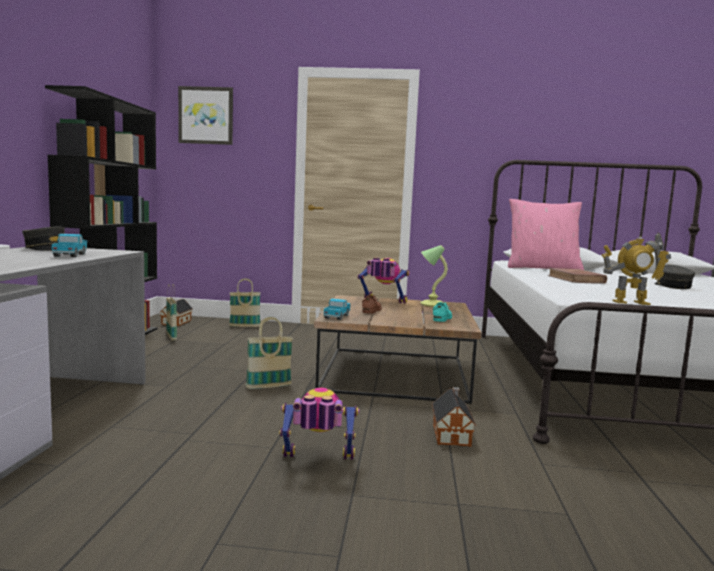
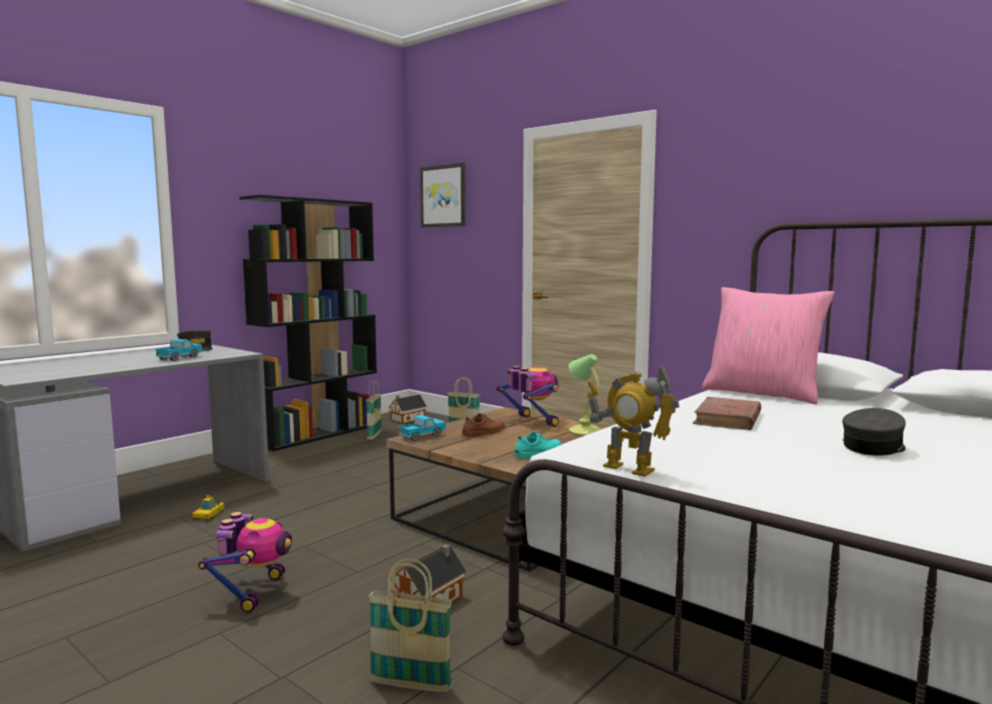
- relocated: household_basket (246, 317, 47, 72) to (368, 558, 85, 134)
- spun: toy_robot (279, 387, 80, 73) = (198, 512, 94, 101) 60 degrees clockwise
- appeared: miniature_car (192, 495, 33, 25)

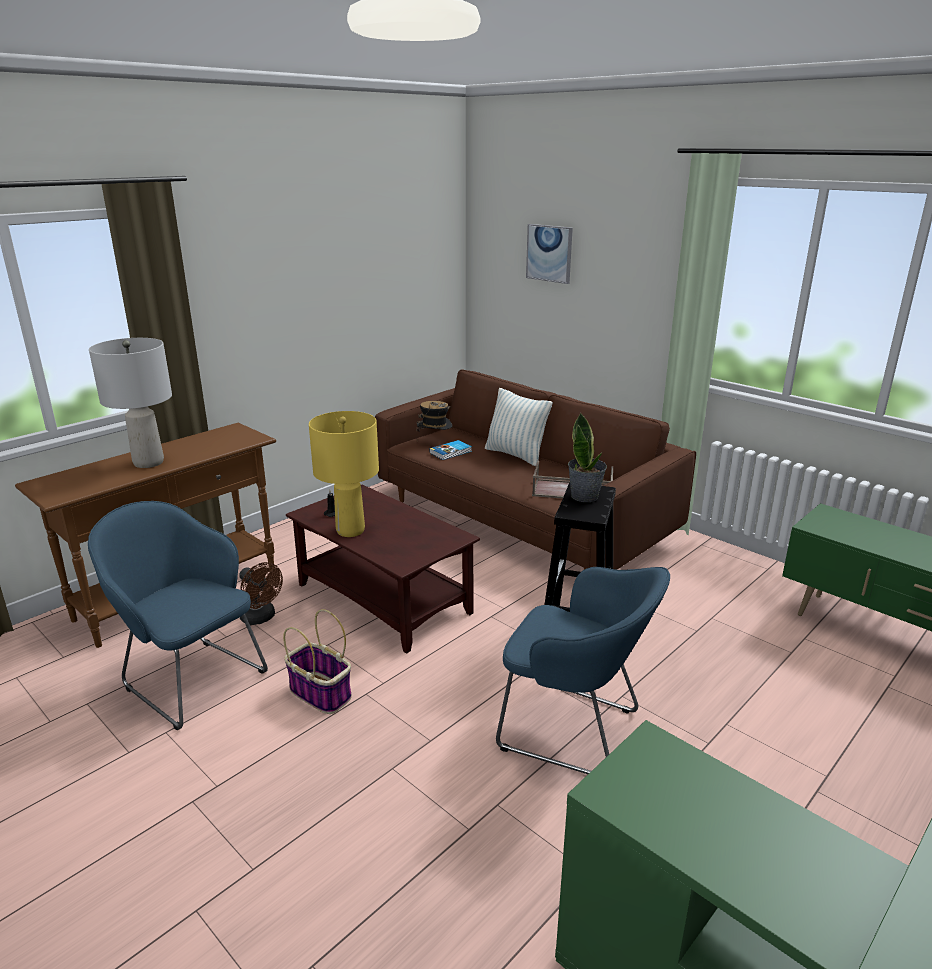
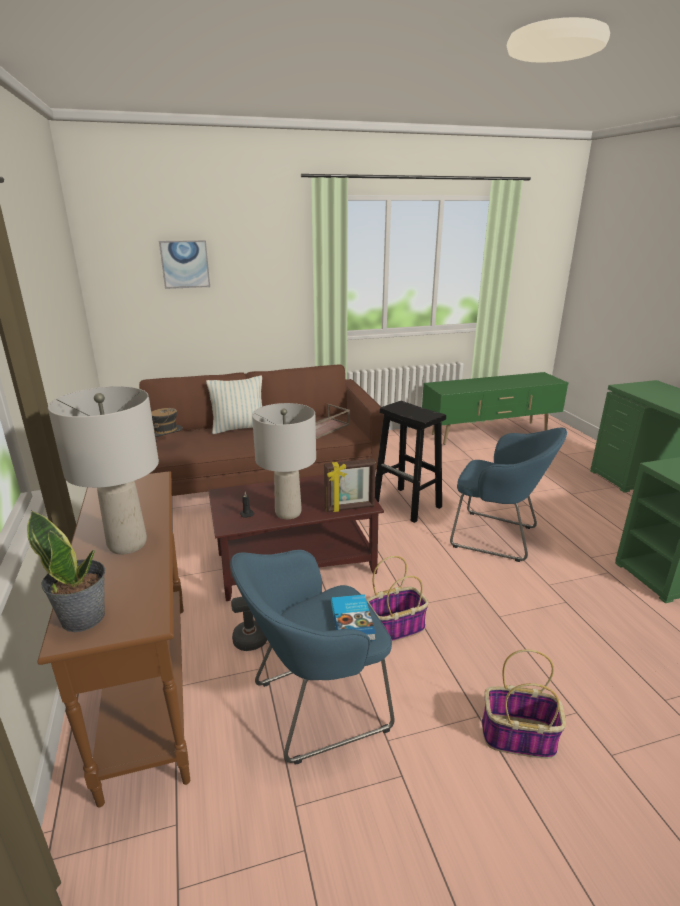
- colour: yellow_tabletop_lamp (309, 411, 70, 126) to grey_tabletop_lamp (252, 403, 64, 116)
- relocated: book (429, 440, 43, 20) to (331, 594, 45, 47)
- spun: blue-coloured_armchair (496, 567, 174, 207) = (450, 428, 117, 134) 60 degrees clockwise
- relocated: potted_plant (568, 413, 39, 89) to (27, 510, 78, 122)
- appeared: standing_frame (324, 458, 52, 54)
- appeared: household_basket (482, 649, 84, 110)

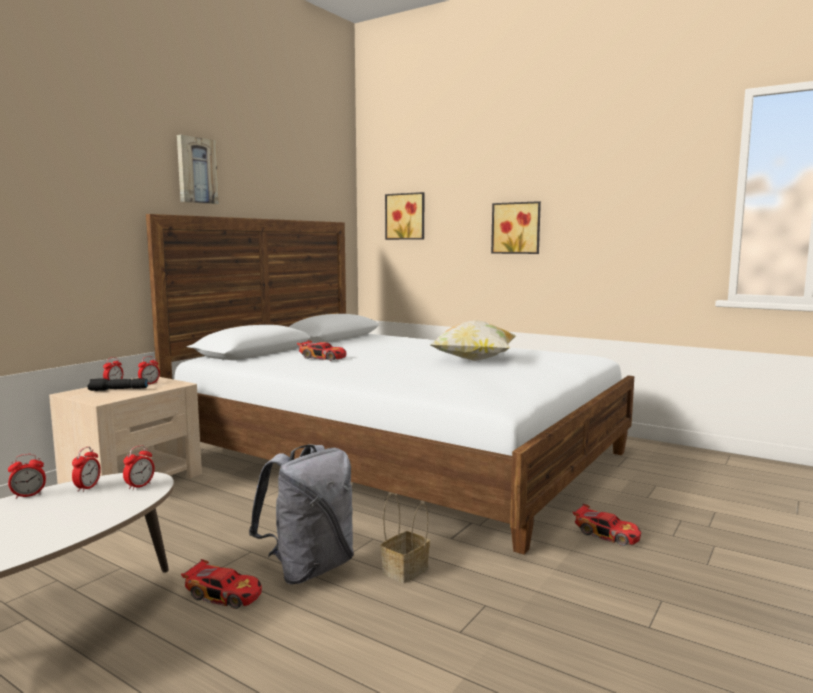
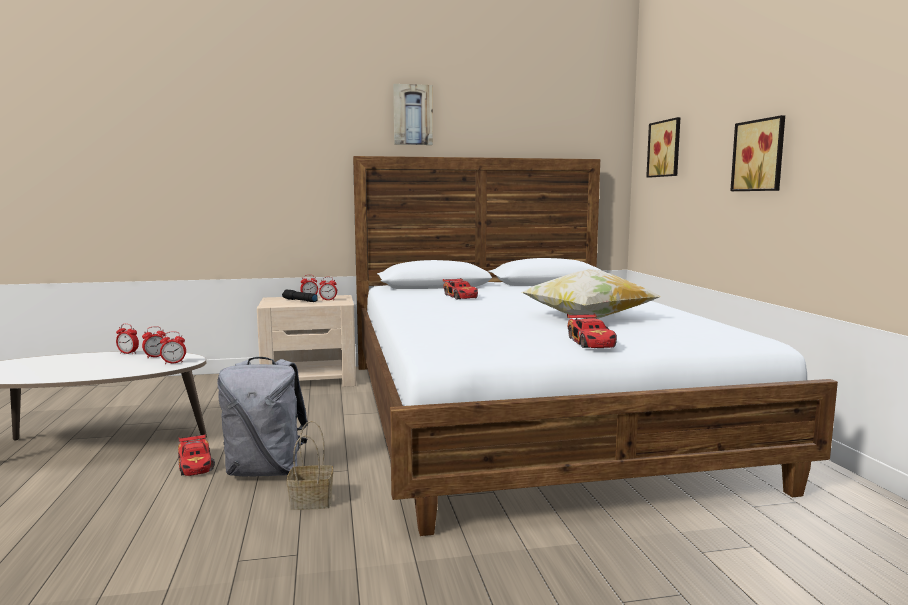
- relocated: miniature_car (572, 504, 69, 42) to (567, 314, 50, 34)

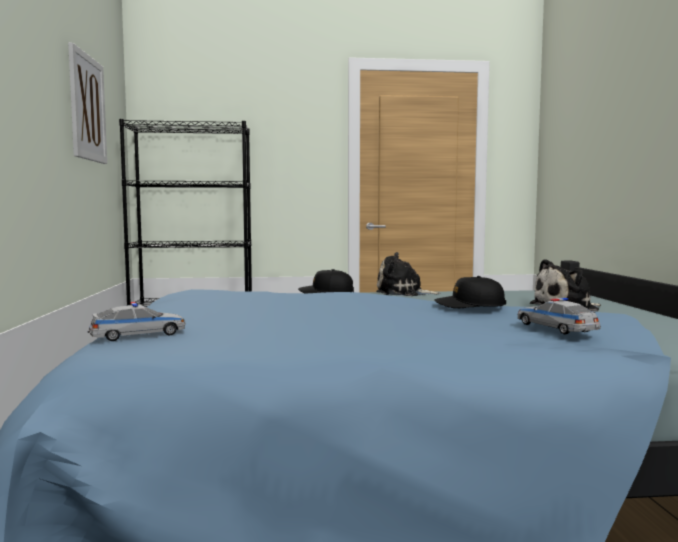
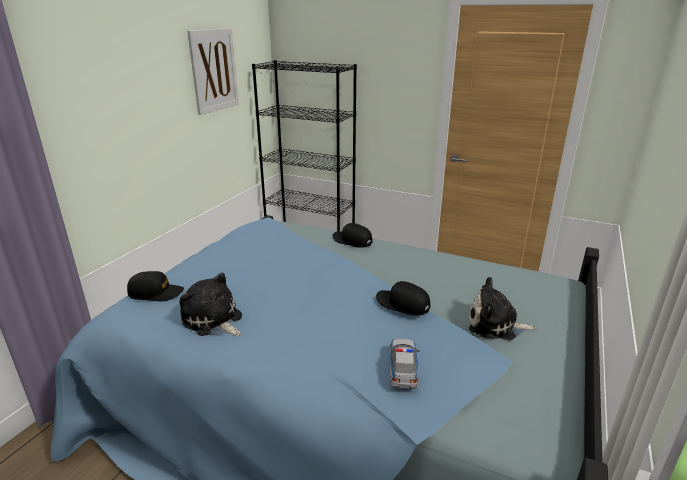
- exchanged: miniature_car (88, 302, 98, 39) to black_cap (127, 271, 57, 30)
- relocated: plush_toy (376, 252, 64, 44) to (180, 273, 62, 63)

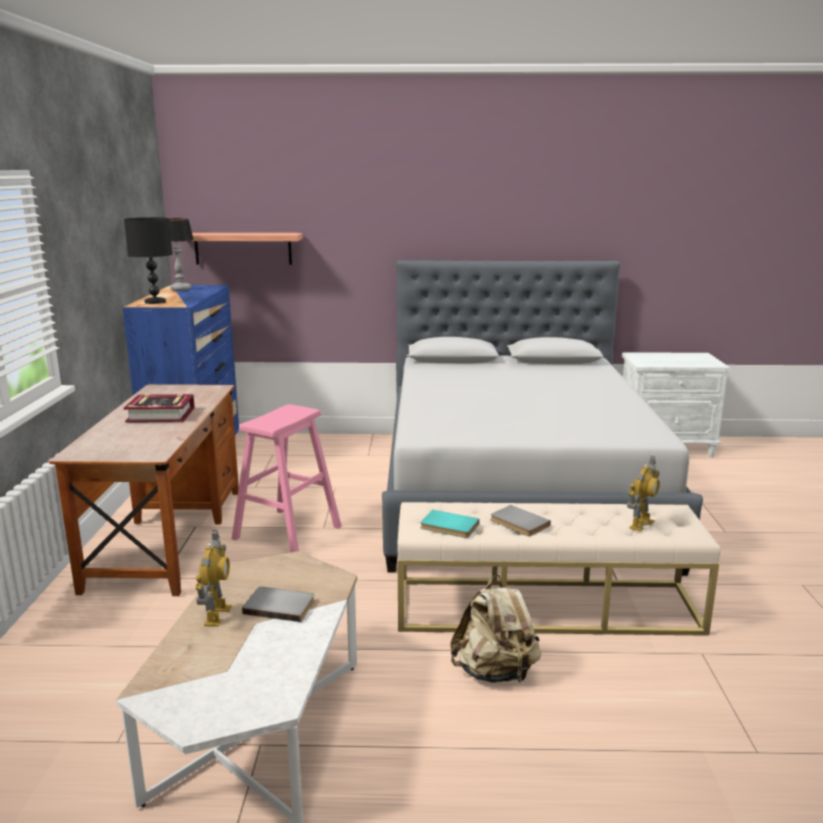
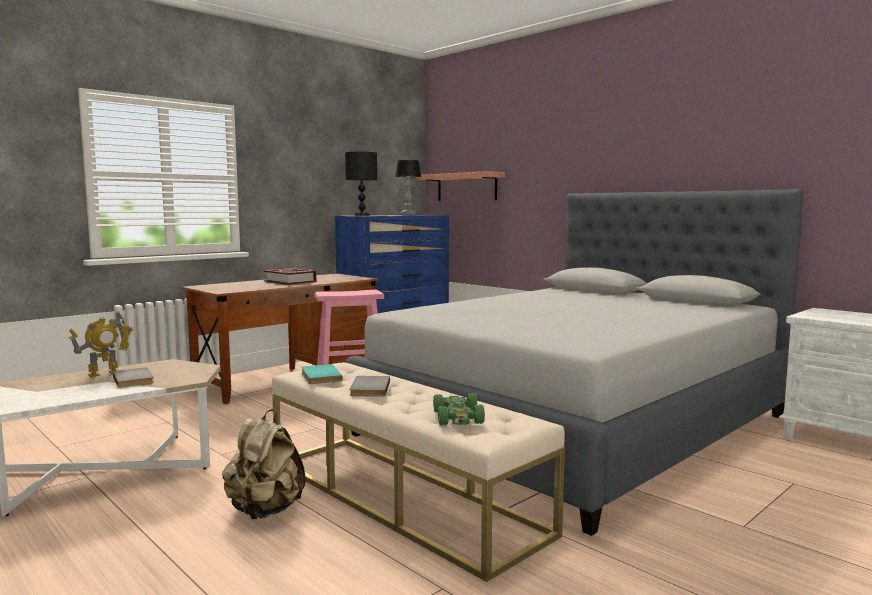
- exchanged: toy_robot (627, 456, 33, 75) to green_miniature_car (433, 393, 52, 32)

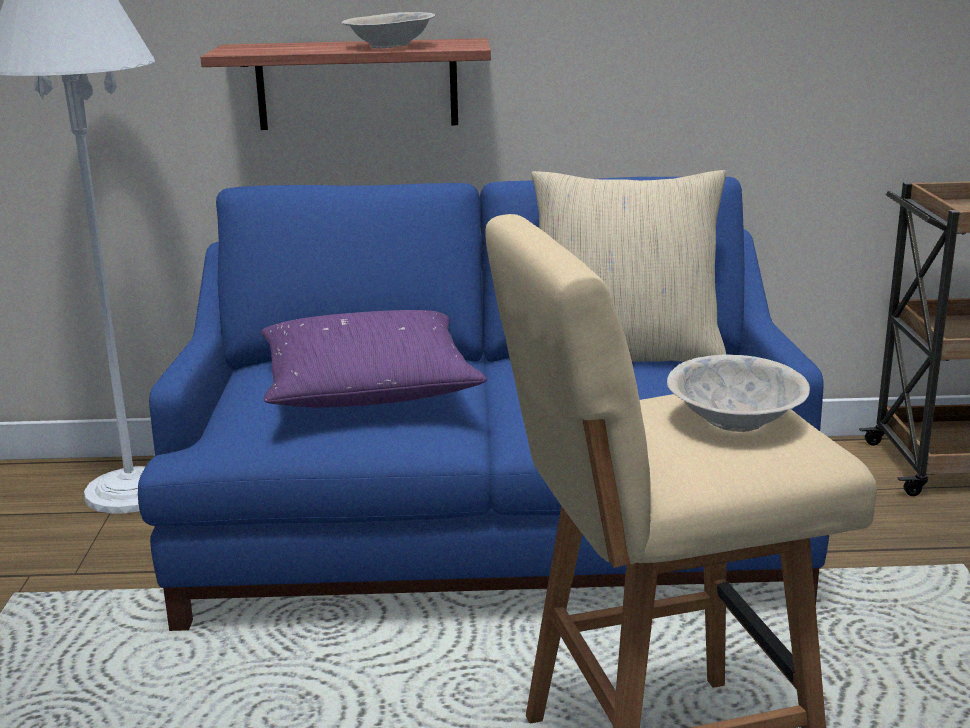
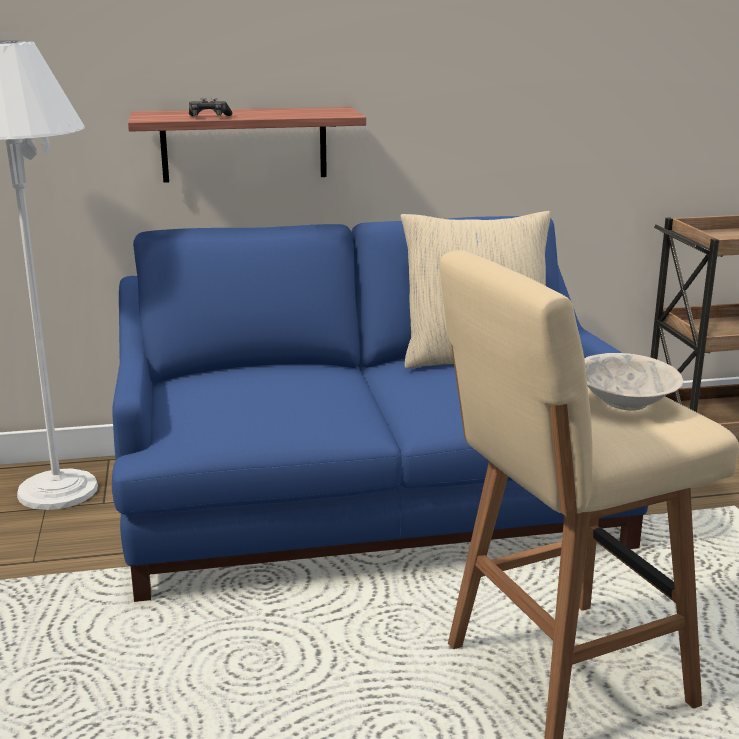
- missing: purple-coloured_throw_pillow (261, 310, 226, 98)
- missing: beige_serving_bowl (342, 12, 93, 37)
- appeared: gamepad (189, 98, 44, 18)

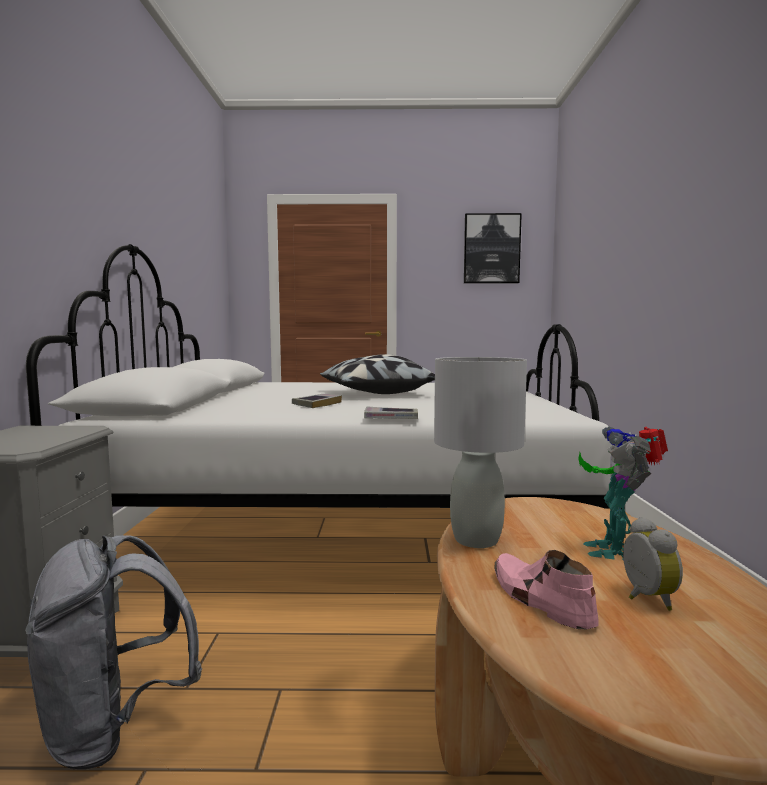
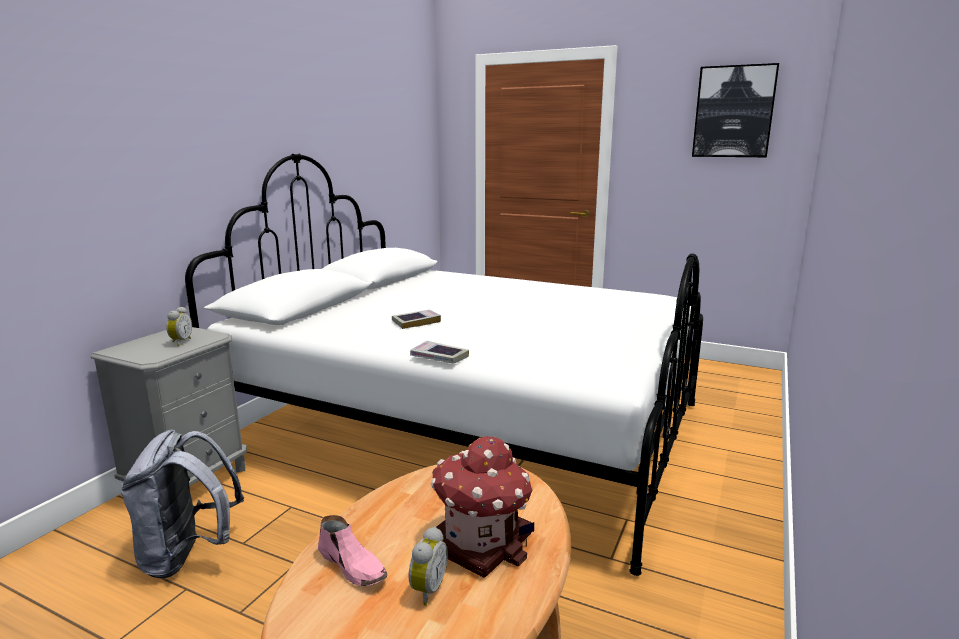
- missing: throw_pillow (320, 354, 115, 40)
- missing: grey_tabletop_lamp (434, 357, 93, 191)
- spun: pink_item_of_footwear (495, 550, 104, 79) = (318, 515, 69, 71) 135 degrees clockwise
- exchanged: toy_robot (578, 427, 90, 133) to model_house (430, 437, 104, 141)
- appeared: alarm_clock (166, 306, 26, 40)

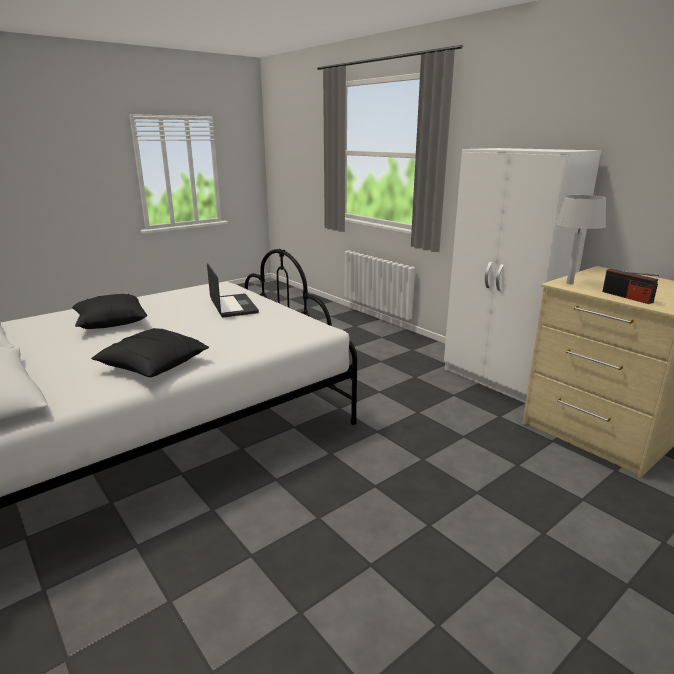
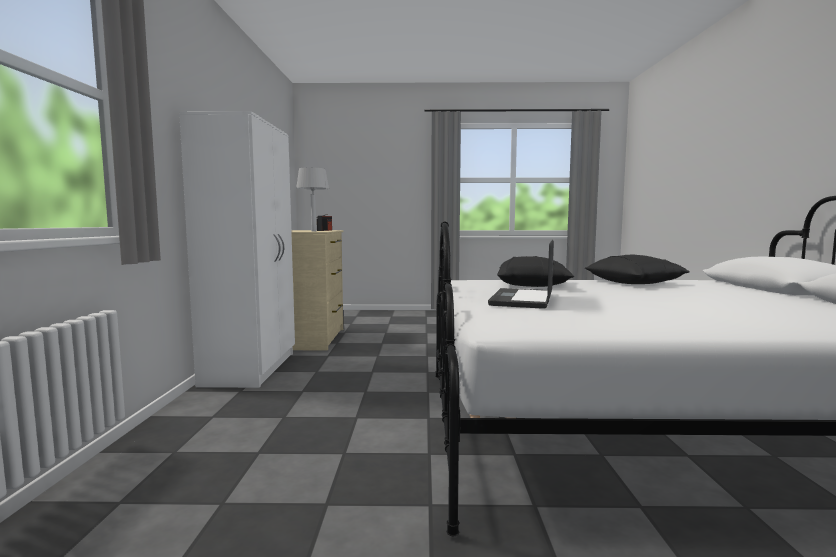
- relocated: black_throw_pillow (72, 294, 75, 35) to (497, 256, 77, 31)

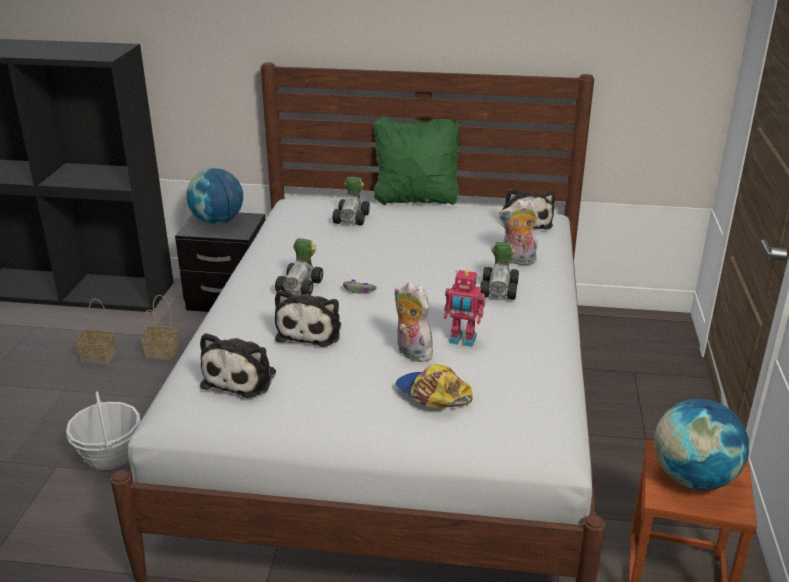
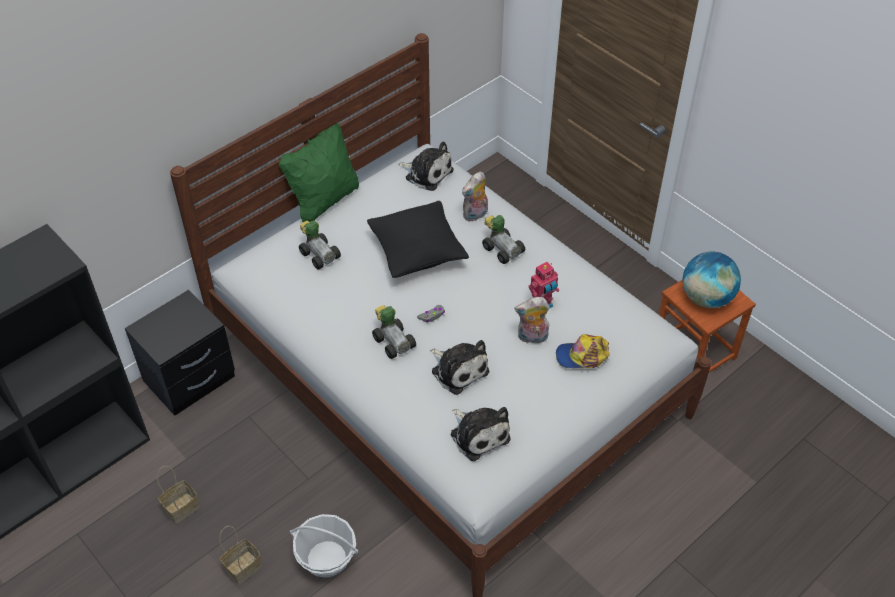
- relocated: household_basket (140, 295, 39, 65) to (219, 526, 43, 59)
- missing: desk_globe (186, 168, 57, 56)
- appeared: black_throw_pillow (367, 201, 102, 77)

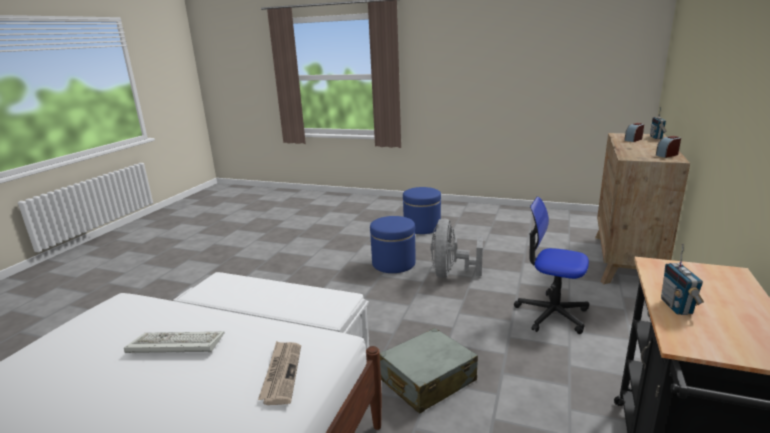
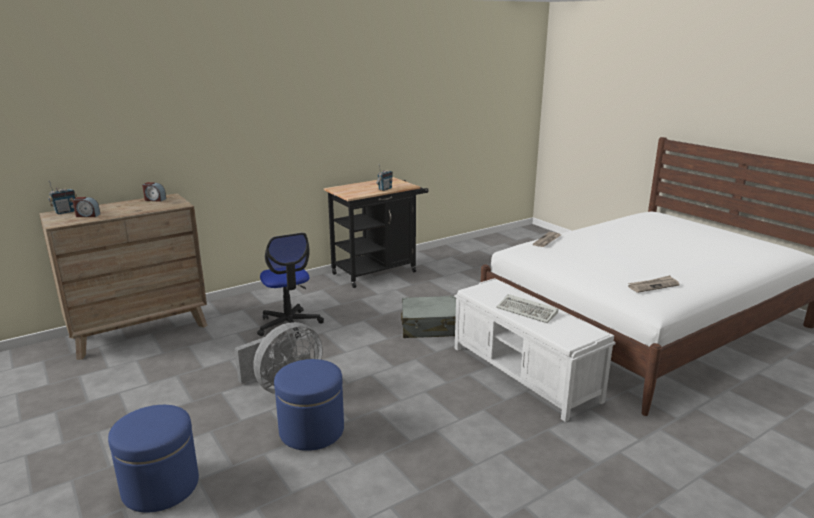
- relocated: computer_keyboard (124, 331, 101, 22) to (496, 294, 62, 29)
- appeared: newspaper (628, 275, 52, 18)

